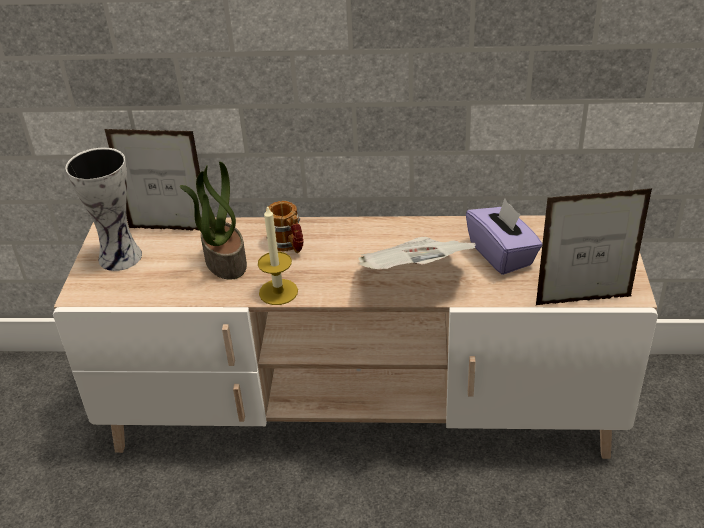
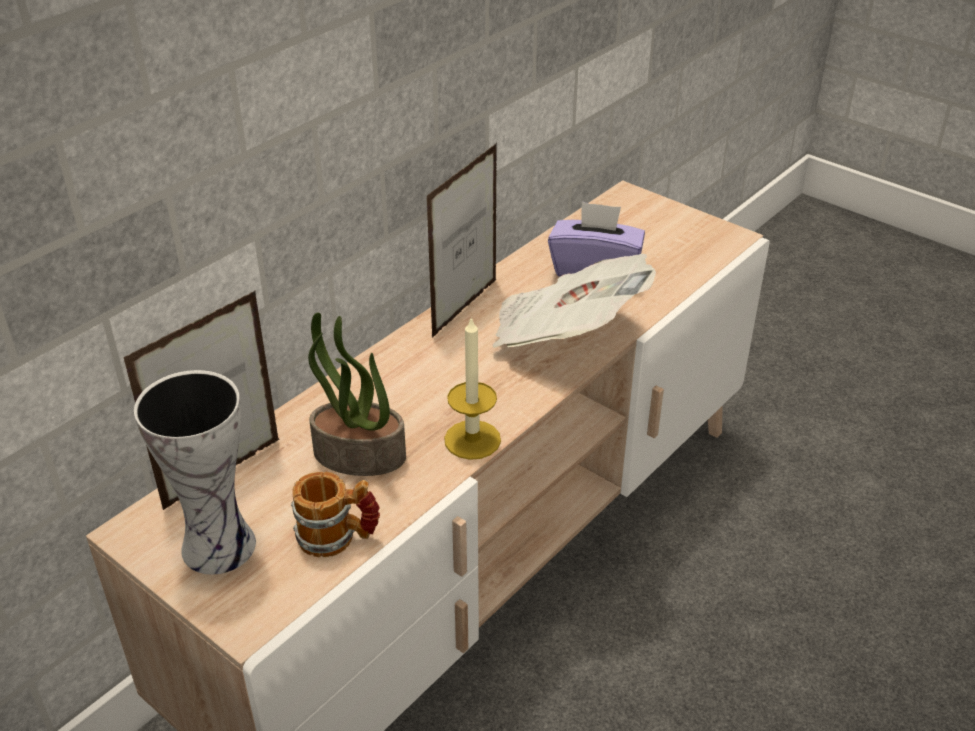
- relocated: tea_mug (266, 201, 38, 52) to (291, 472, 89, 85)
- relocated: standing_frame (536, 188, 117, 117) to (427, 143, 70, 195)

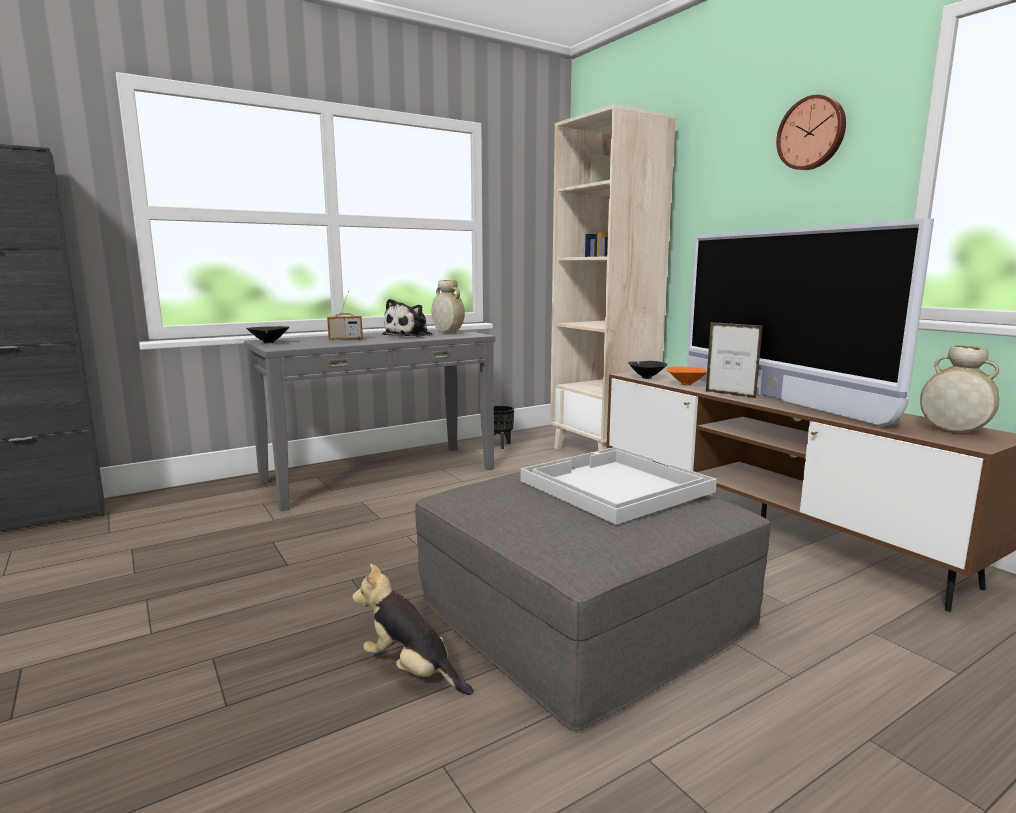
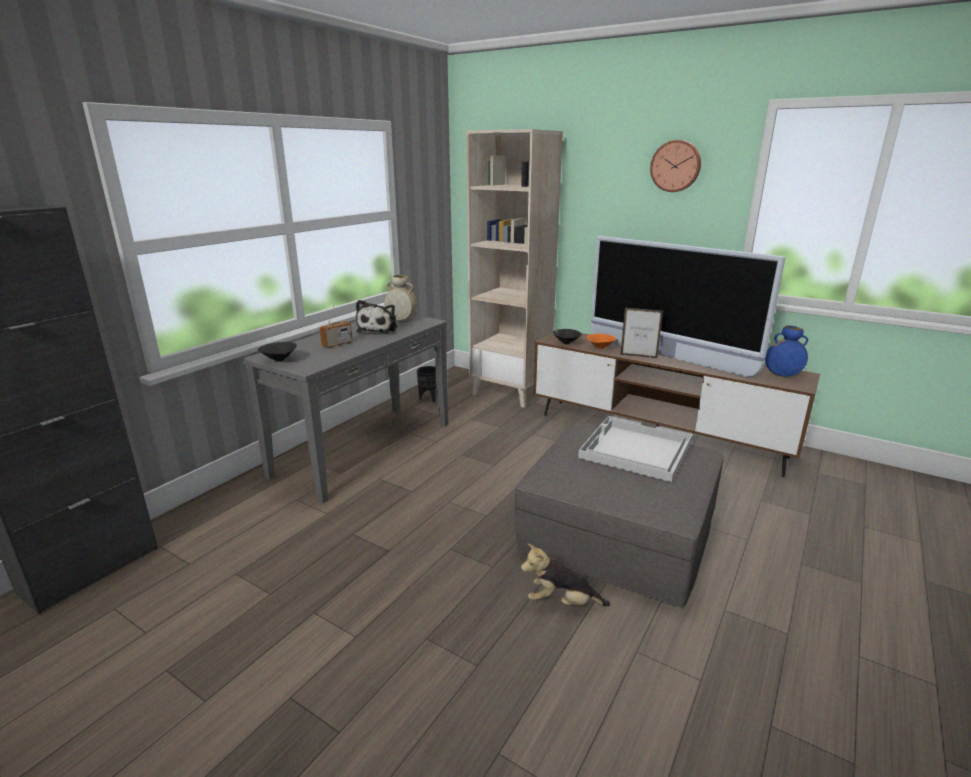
- colour: beige_decorative_vase (920, 345, 80, 87) to blue-coloured_decorative_vase (765, 325, 43, 51)

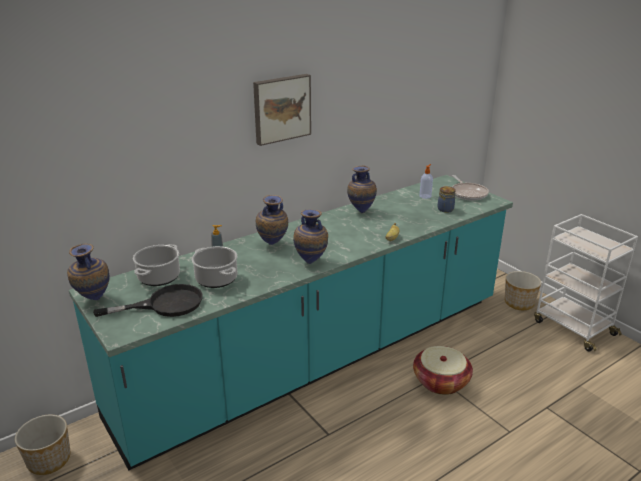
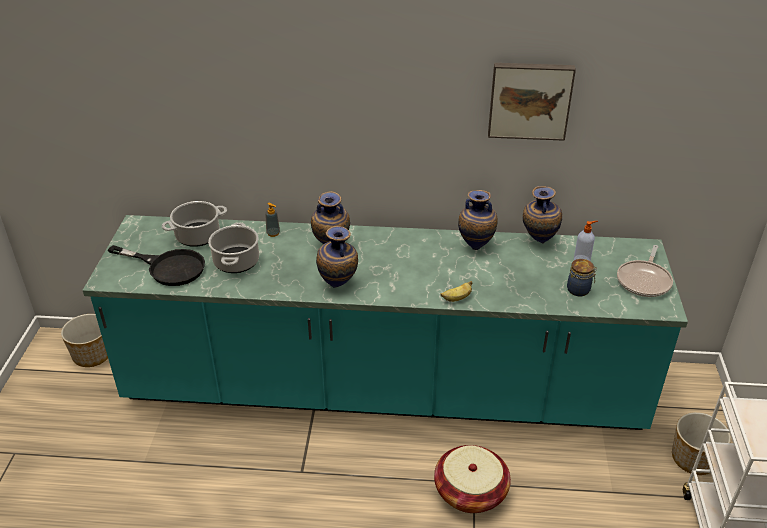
- relocated: decorative_vase (67, 243, 43, 57) to (523, 186, 39, 58)
- relocated: picture (253, 74, 58, 72) to (488, 63, 88, 78)

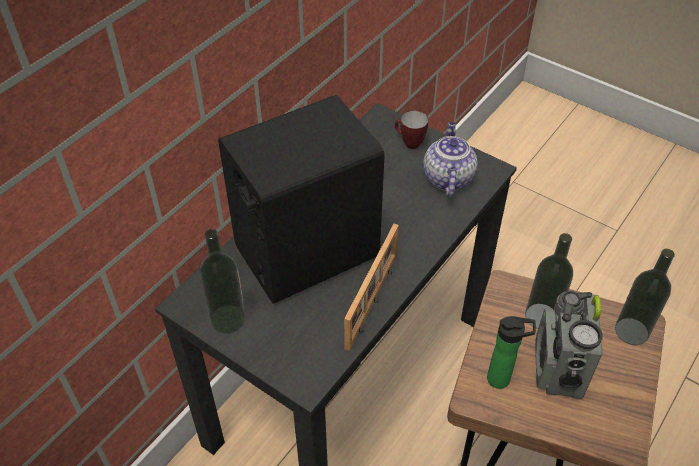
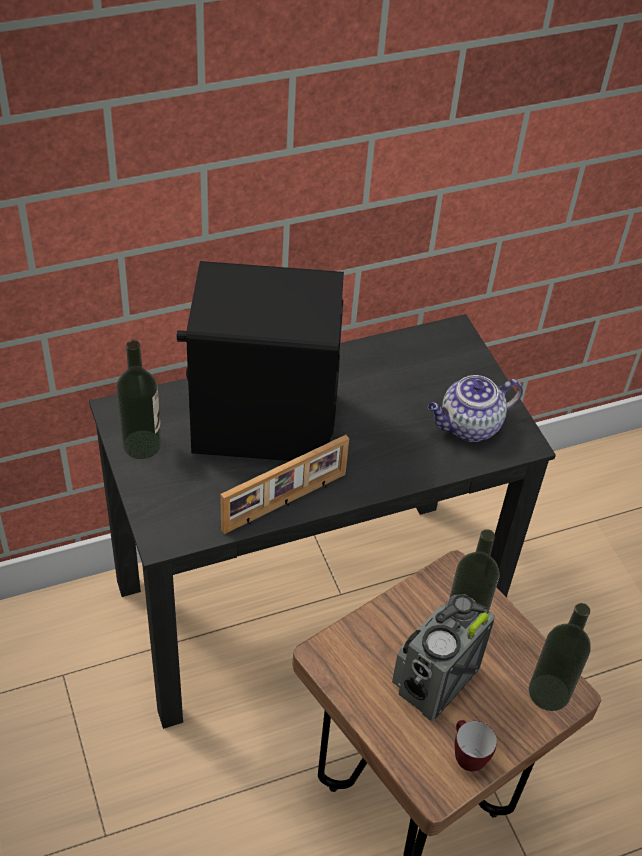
- relocated: tea_mug (394, 111, 34, 38) to (455, 720, 42, 51)
- spun: tea_pot (423, 122, 55, 75) = (428, 375, 95, 67) 150 degrees counterclockwise
- missing: bottle (487, 316, 49, 73)

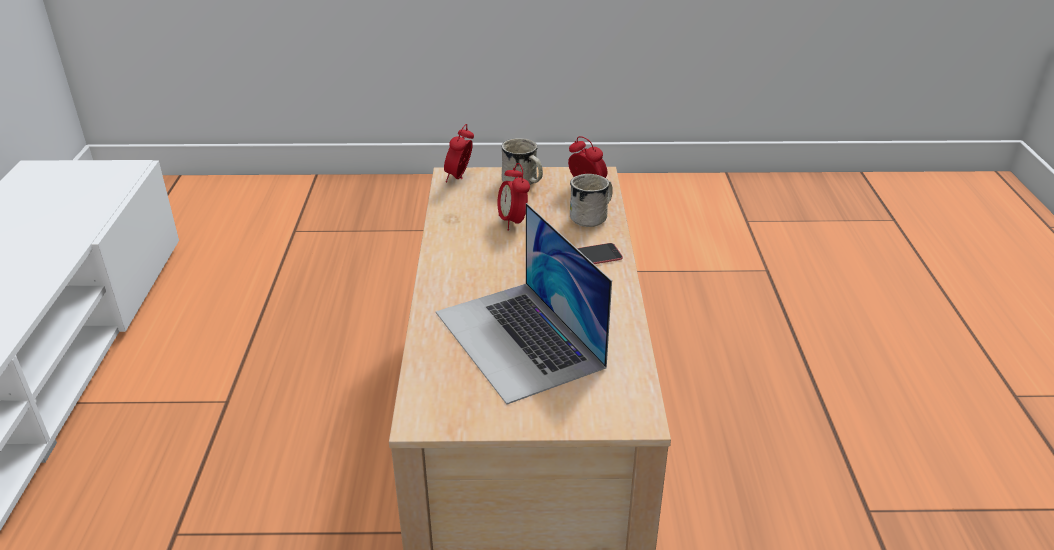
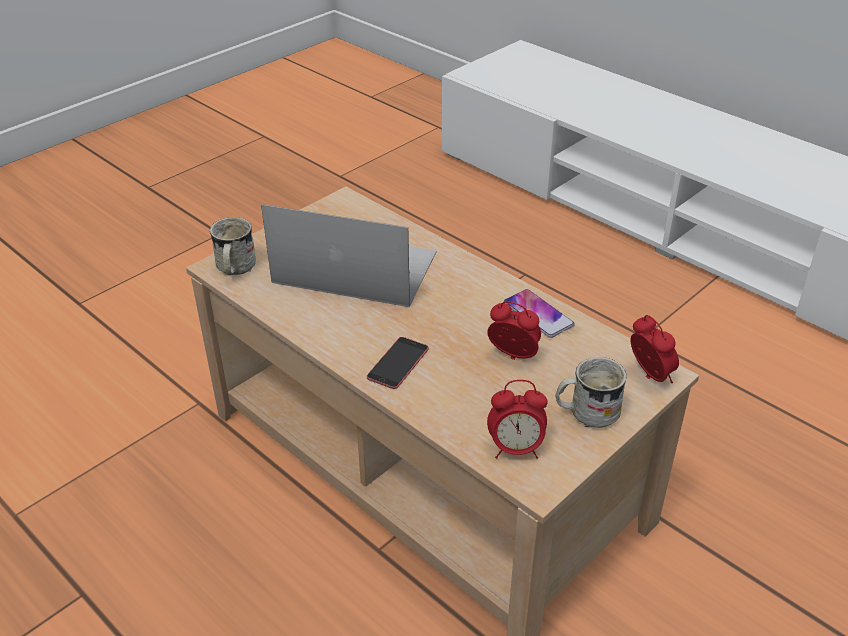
- relocated: white_tea_mug (570, 174, 43, 53) to (210, 217, 46, 58)
- appeared: phone (504, 289, 71, 49)

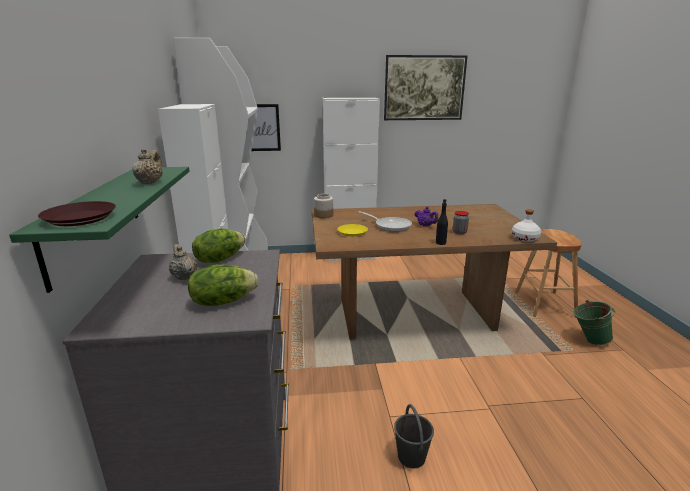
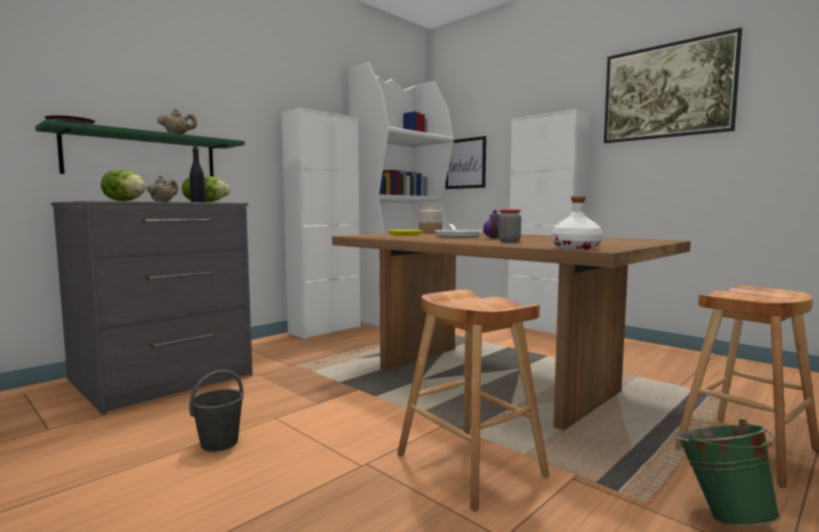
- relocated: black_bottle (436, 199, 12, 46) to (190, 143, 15, 59)
- appeared: brown_stool (397, 290, 152, 221)

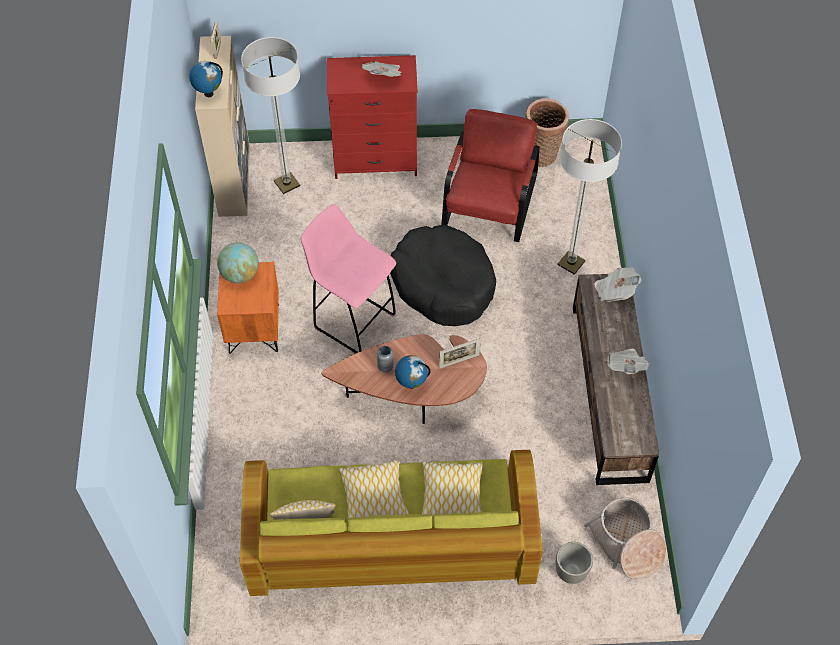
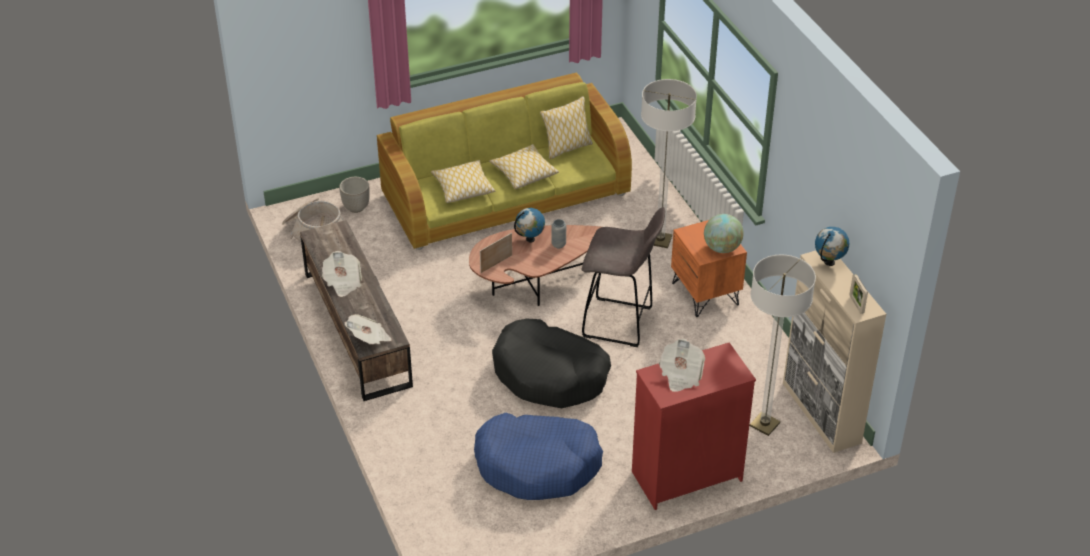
- colour: pink_stool (301, 204, 95, 150) to grey_stool (582, 207, 83, 140)
- exchanged: red-coloured_armchair (441, 109, 99, 133) to blue-coloured_dog_bed (474, 413, 129, 87)
- missing: household_basket (525, 98, 44, 69)
- relocated: standing_lamp (557, 119, 65, 156) to (641, 79, 56, 169)

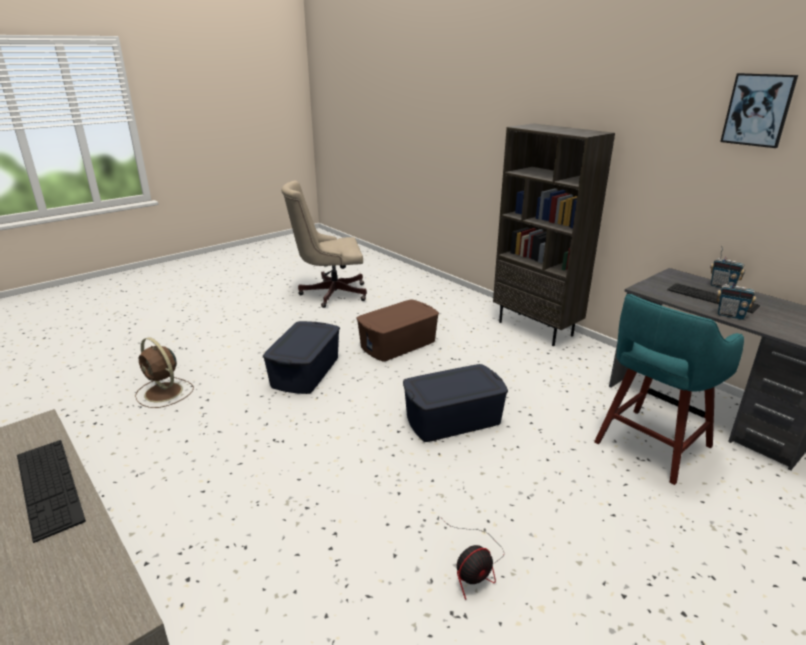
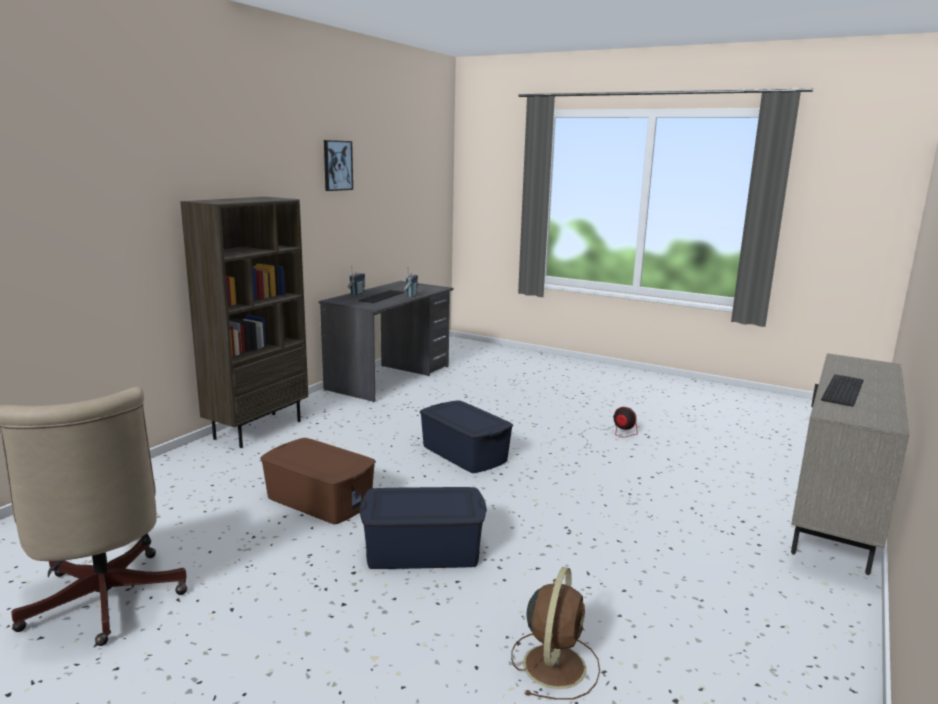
- missing: turquoise_stool (594, 294, 150, 191)

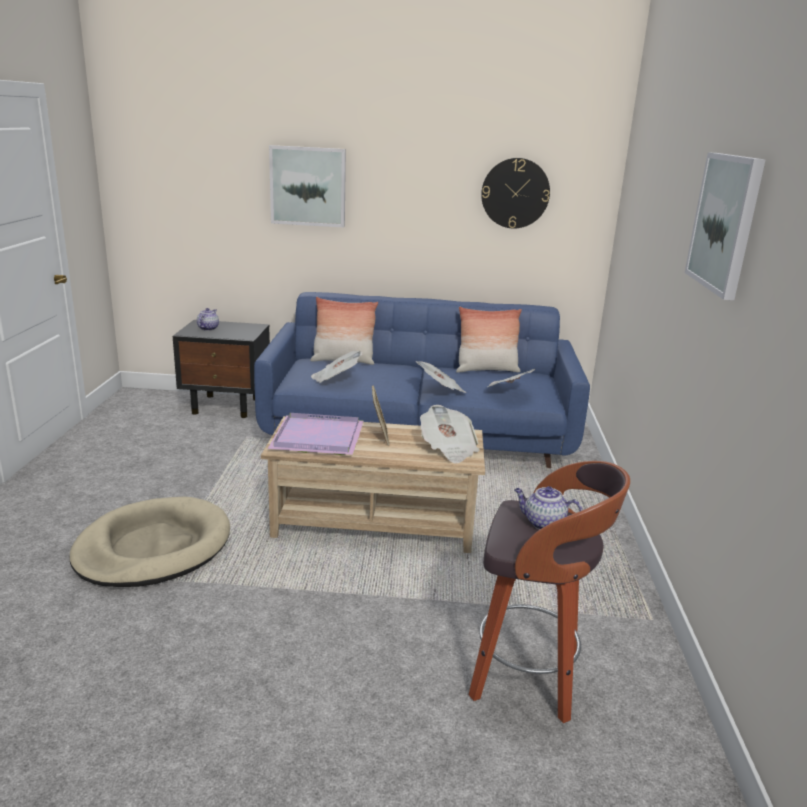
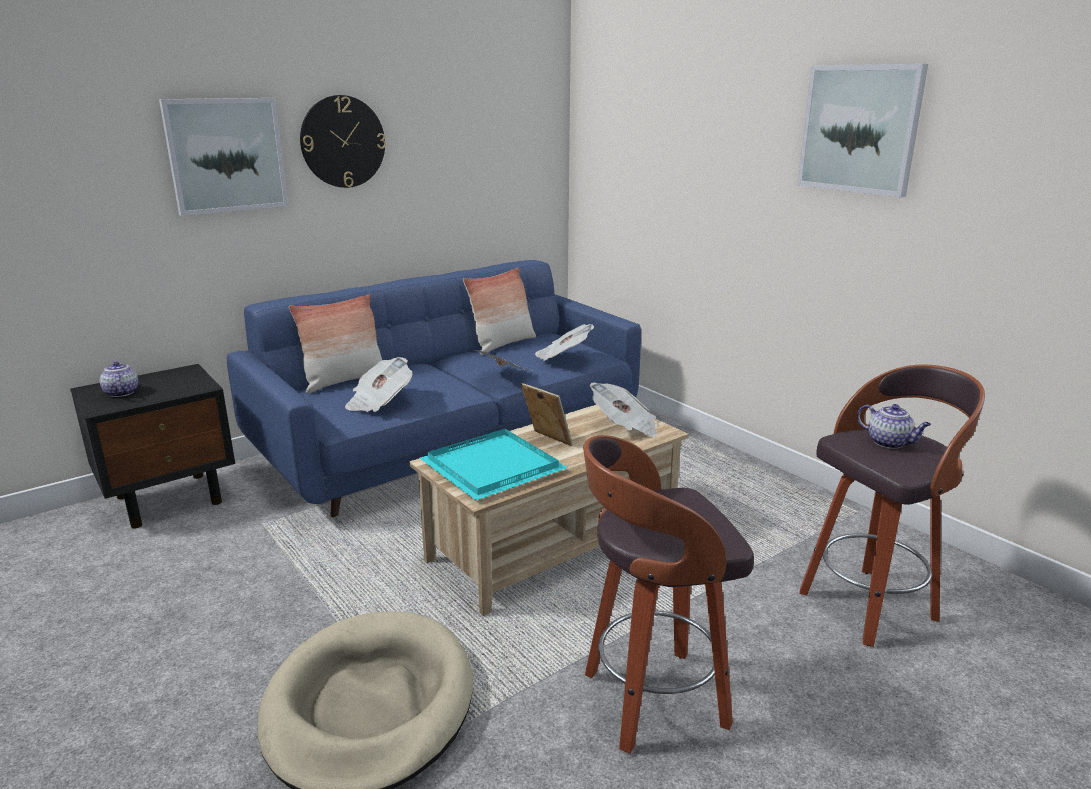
- colour: purple-coloured_tray (268, 413, 96, 42) to turquoise_tray (420, 429, 148, 71)
- relocated: hanging_clock (481, 158, 69, 71) to (300, 95, 86, 93)
- spun: tea_pot (514, 486, 68, 44) = (857, 404, 74, 45) 120 degrees counterclockwise
- appeared: stool (583, 435, 171, 319)

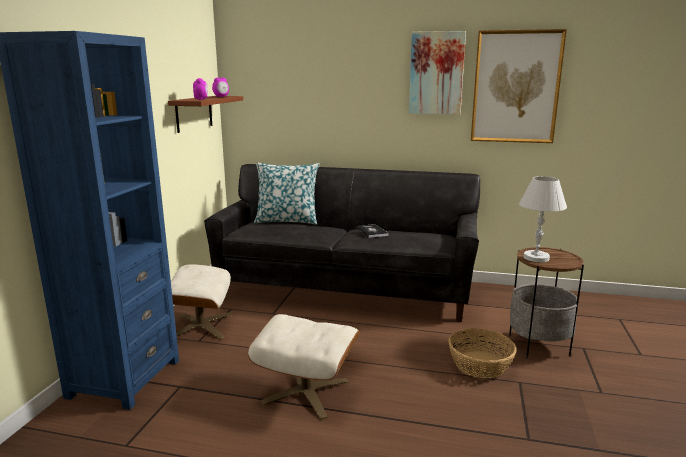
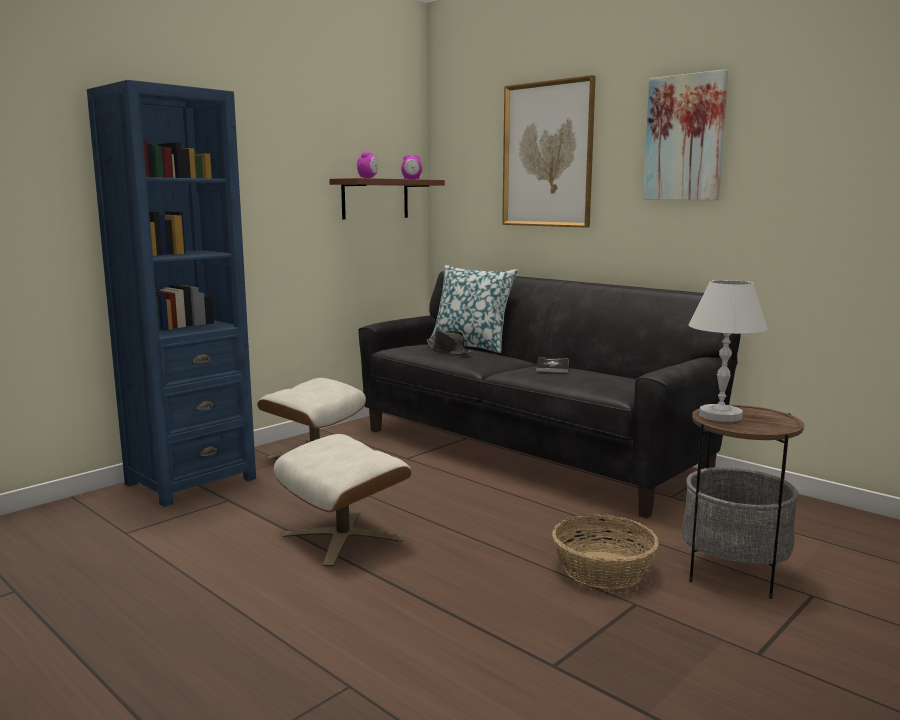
- relocated: picture (471, 29, 96, 114) to (502, 75, 94, 153)
- appeared: black_wearable_hat (426, 330, 46, 25)

